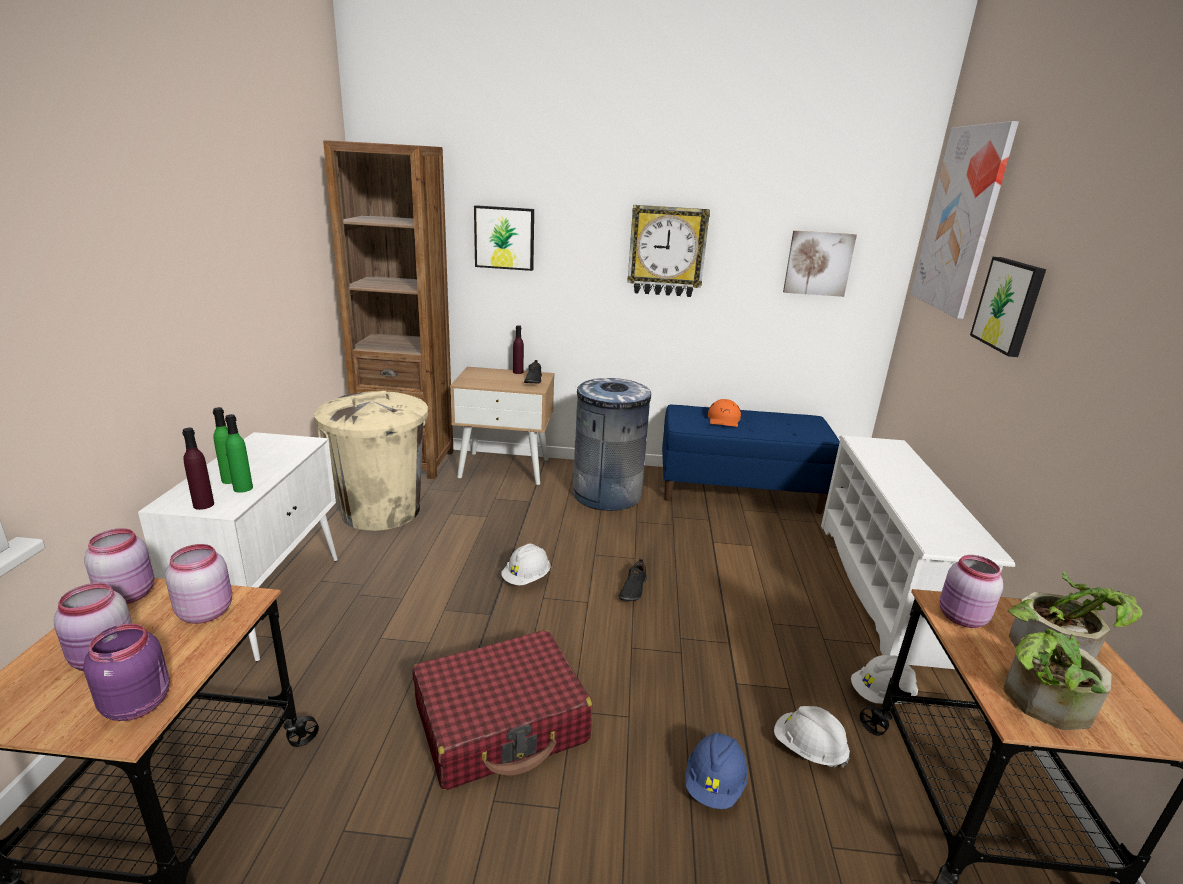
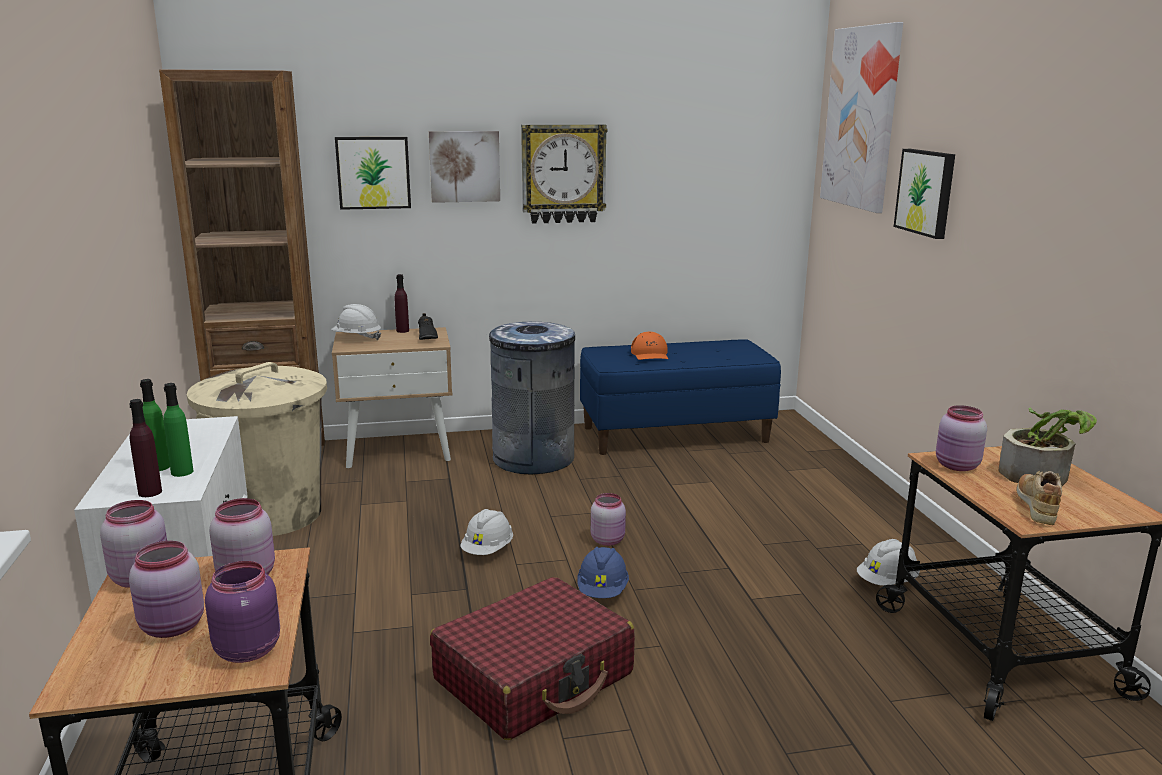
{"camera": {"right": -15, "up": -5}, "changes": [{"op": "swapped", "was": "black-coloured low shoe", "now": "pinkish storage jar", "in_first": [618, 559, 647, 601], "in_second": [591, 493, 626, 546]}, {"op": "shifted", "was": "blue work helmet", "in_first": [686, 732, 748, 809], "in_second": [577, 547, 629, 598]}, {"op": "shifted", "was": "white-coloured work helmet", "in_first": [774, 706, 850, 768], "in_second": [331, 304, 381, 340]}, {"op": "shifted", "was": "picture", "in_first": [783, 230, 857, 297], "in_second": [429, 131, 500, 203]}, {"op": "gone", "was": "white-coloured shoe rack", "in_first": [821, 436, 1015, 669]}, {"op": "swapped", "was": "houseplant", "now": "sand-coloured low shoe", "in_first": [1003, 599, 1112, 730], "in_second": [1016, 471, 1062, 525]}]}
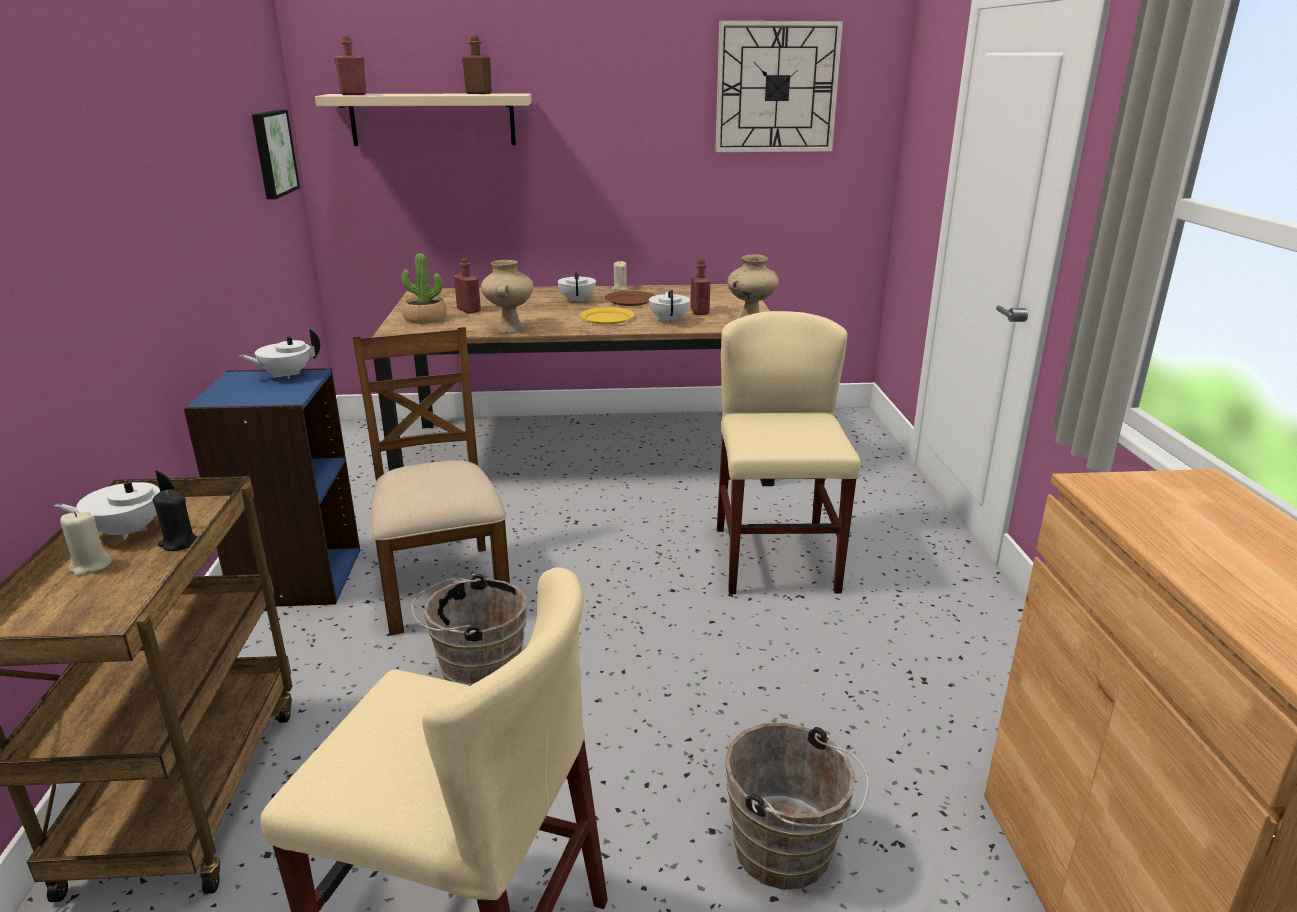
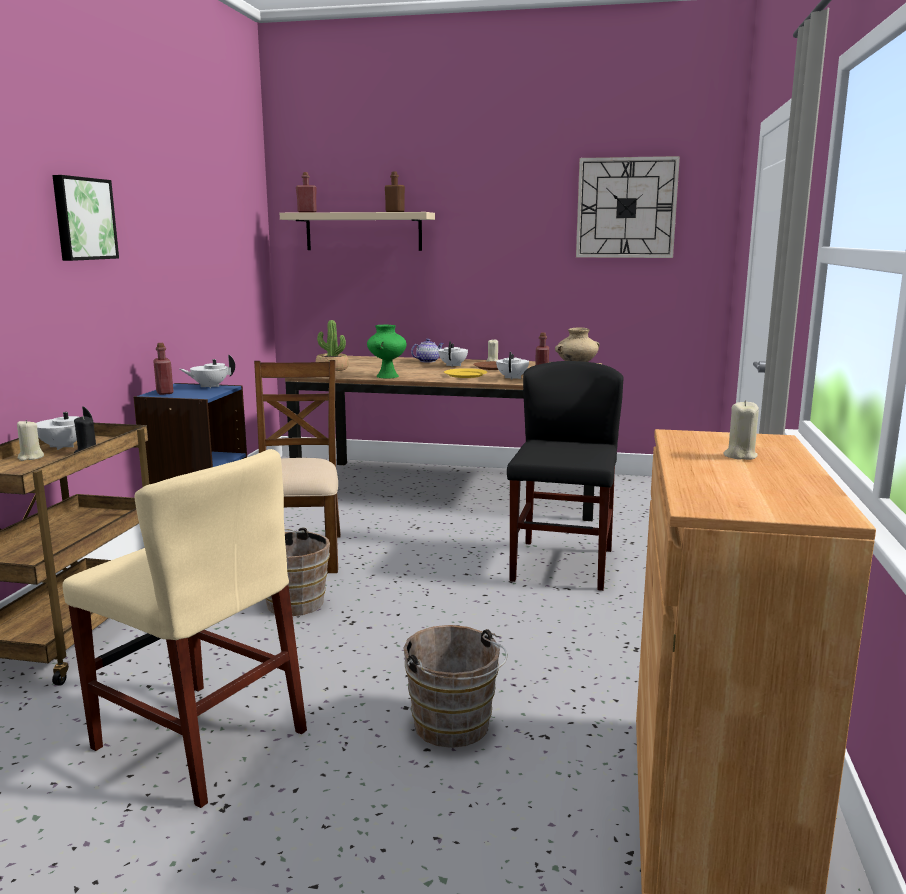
{"camera": {"right": 15, "up": -10}, "changes": [{"op": "shifted", "was": "picture", "in_first": [252, 110, 300, 199], "in_second": [52, 175, 119, 261]}, {"op": "shifted", "was": "reddish bottle", "in_first": [454, 258, 481, 314], "in_second": [153, 343, 174, 395]}, {"op": "repainted", "was": "sand-coloured flower vase", "now": "green-coloured flower vase", "in_first": [481, 260, 534, 333], "in_second": [367, 324, 407, 379]}, {"op": "repainted", "was": "sand-coloured plain chair", "now": "black-coloured plain chair", "in_first": [717, 311, 861, 594], "in_second": [507, 361, 623, 591]}, {"op": "new", "now": "pot for tea", "in_second": [411, 339, 444, 363]}, {"op": "new", "now": "sand-coloured wax candle", "in_second": [724, 400, 759, 460]}]}
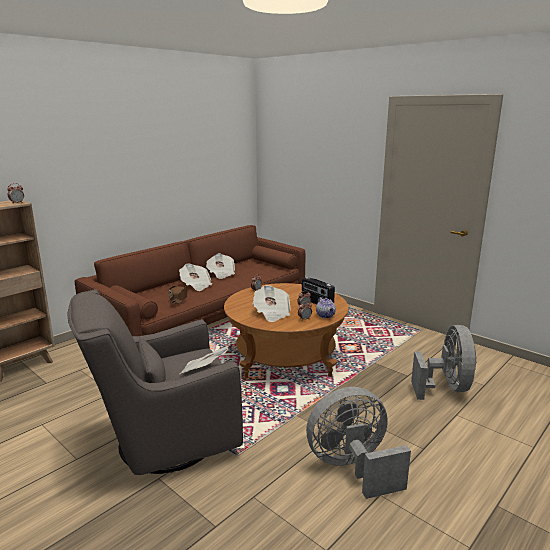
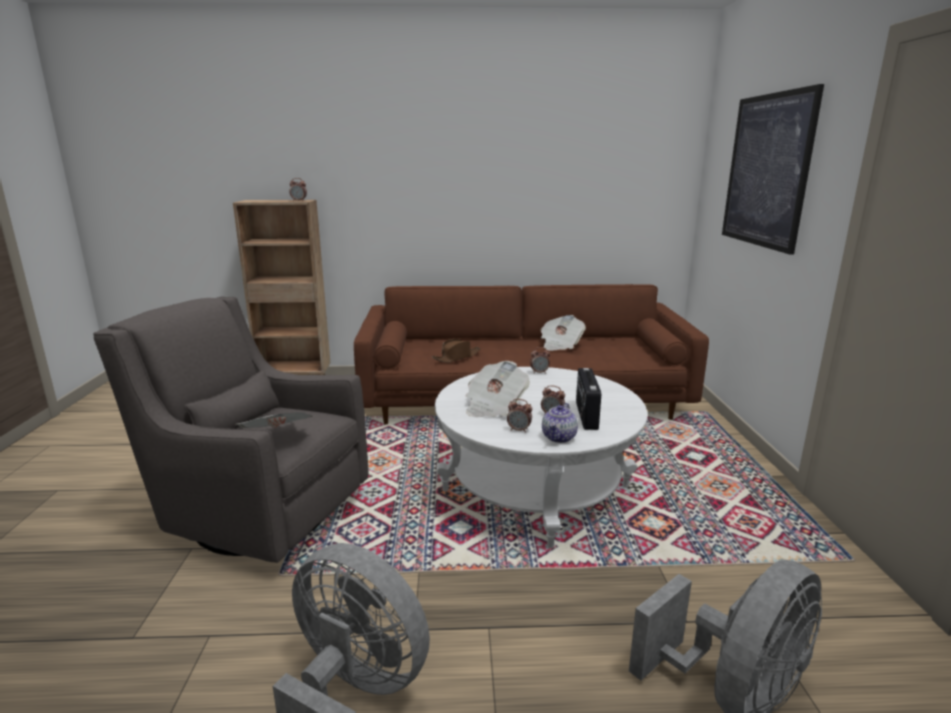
{"camera": {"right": 45, "up": 0}, "changes": [{"op": "gone", "was": "daily paper", "in_first": [179, 264, 212, 291]}, {"op": "repainted", "was": "brownish low table", "now": "white-coloured low table", "in_first": [224, 283, 349, 378], "in_second": [435, 367, 648, 548]}, {"op": "new", "now": "picture", "in_second": [722, 84, 824, 255]}]}
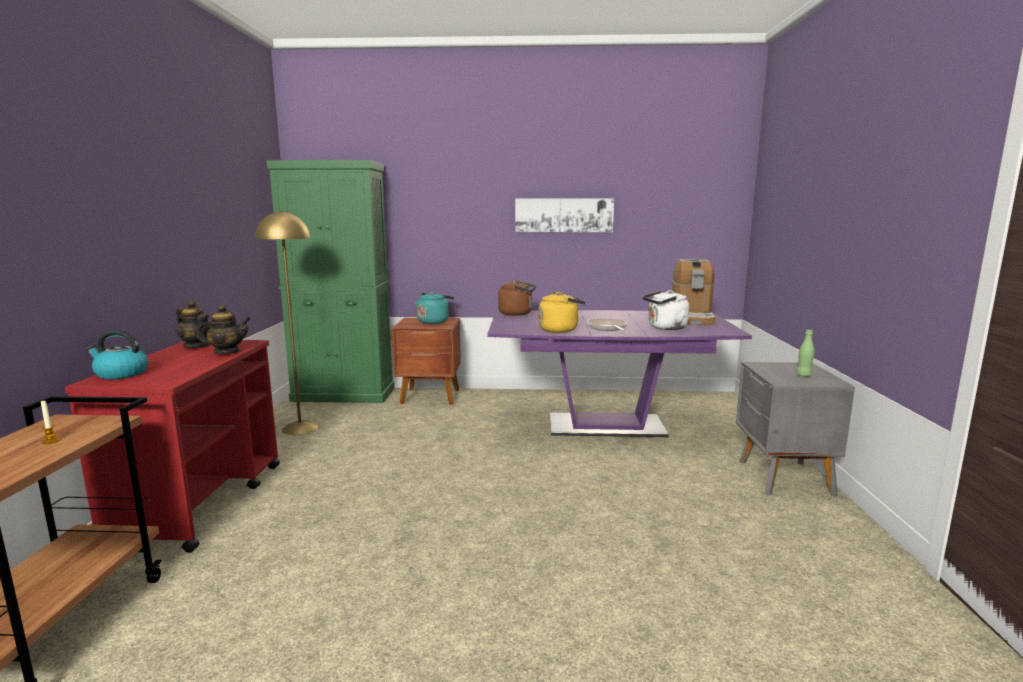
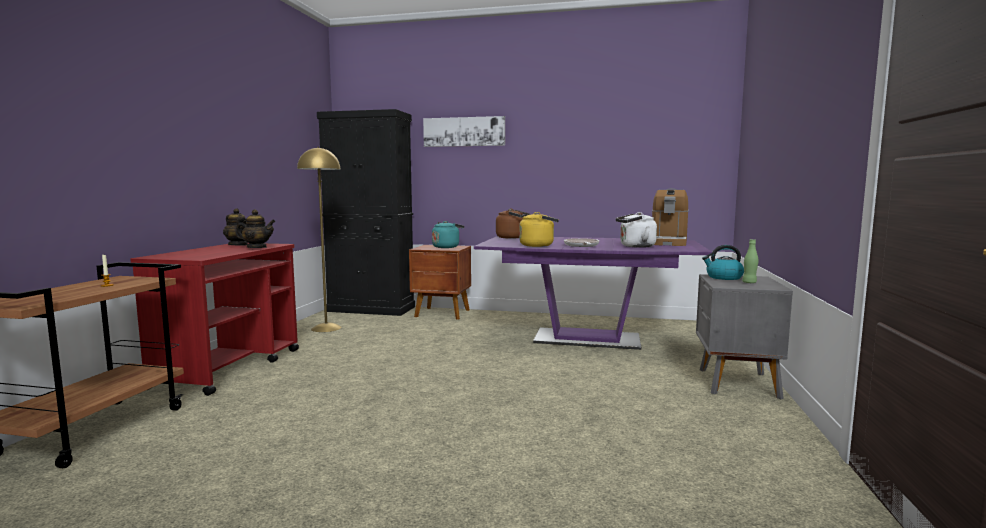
{"camera": {"right": 10, "up": -5}, "changes": [{"op": "shifted", "was": "tea kettle", "in_first": [86, 330, 149, 379], "in_second": [702, 245, 744, 280]}, {"op": "repainted", "was": "green-coloured cupboard", "now": "black-coloured cupboard", "in_first": [266, 160, 394, 403], "in_second": [317, 109, 415, 316]}, {"op": "shifted", "was": "picture", "in_first": [515, 199, 614, 232], "in_second": [423, 116, 505, 147]}]}
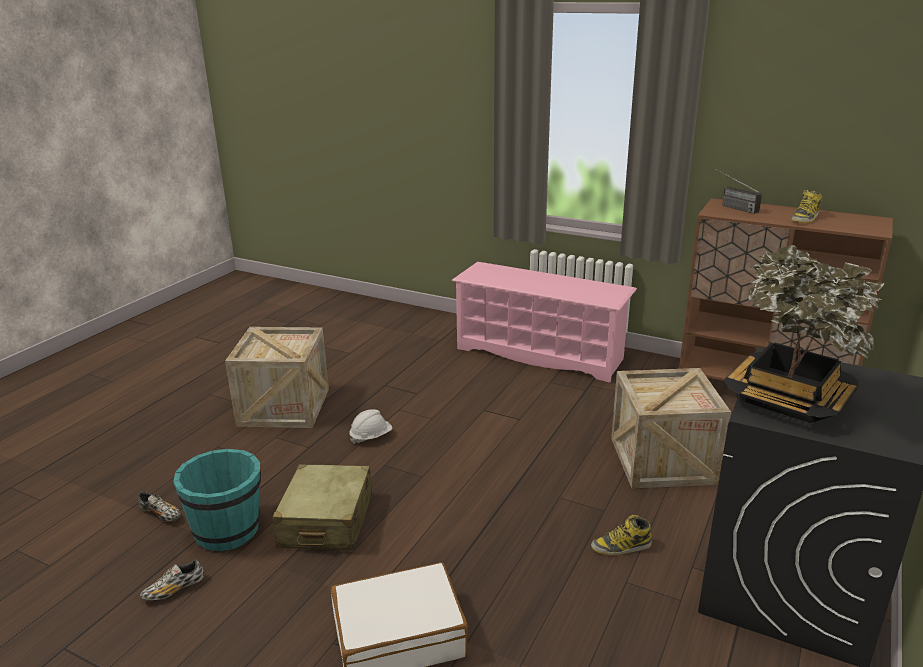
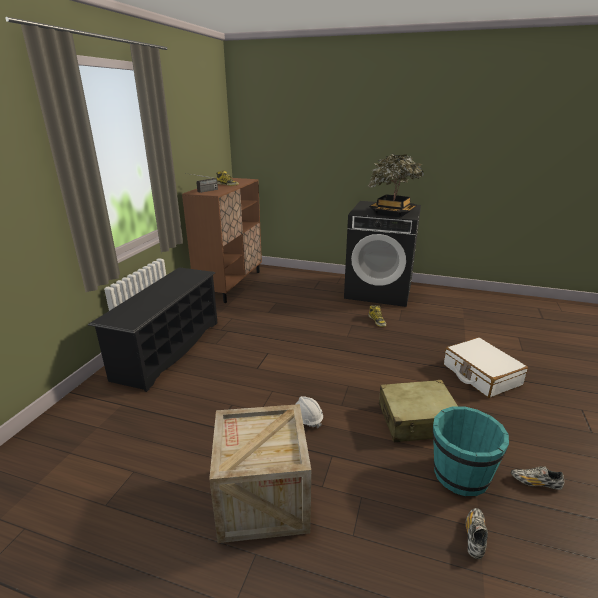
{"camera": {"right": -100, "up": 0}, "changes": [{"op": "rotated", "was": "low shoe", "in_first": [140, 559, 204, 600], "in_second": [511, 466, 564, 490], "clockwise": 150}, {"op": "repainted", "was": "pinkish shoe rack", "now": "black-coloured shoe rack", "in_first": [452, 262, 637, 383], "in_second": [88, 267, 217, 392]}, {"op": "gone", "was": "crate", "in_first": [611, 368, 731, 488]}]}
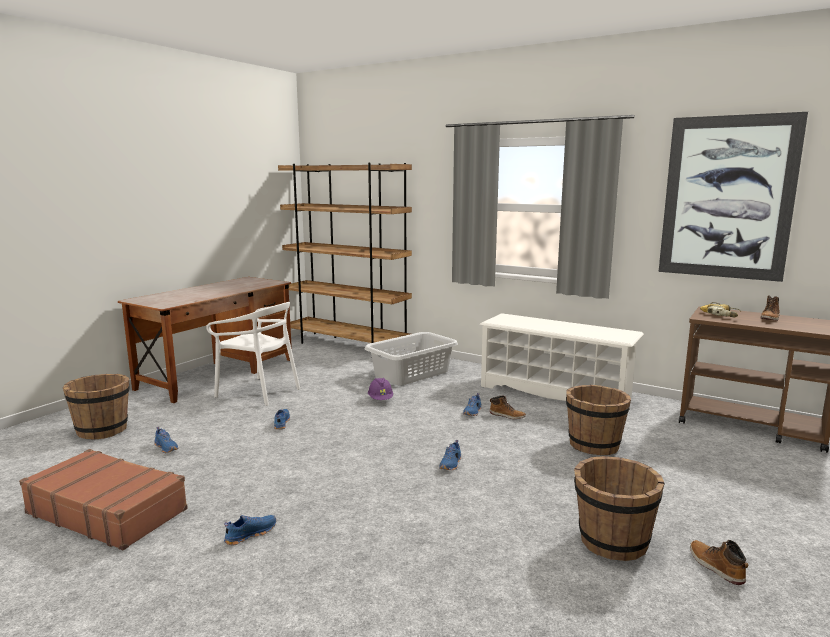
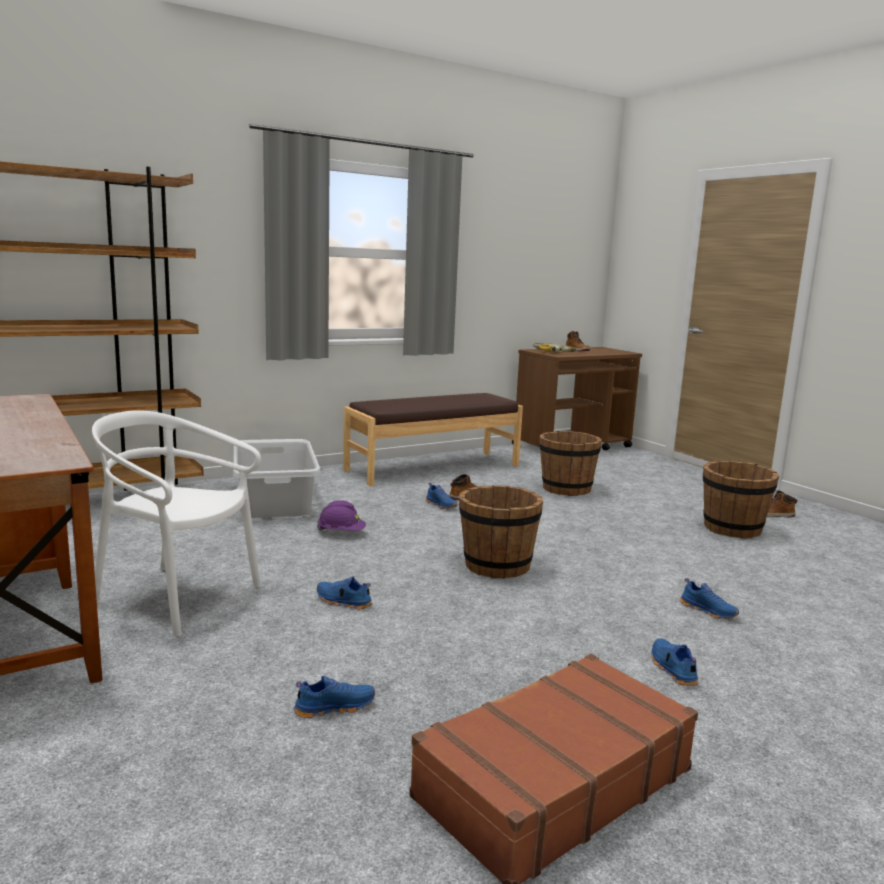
{"camera": {"right": -65, "up": 0}, "changes": [{"op": "shifted", "was": "brownish water bucket", "in_first": [63, 374, 130, 440], "in_second": [459, 485, 543, 578]}, {"op": "rotated", "was": "white-coloured plain chair", "in_first": [206, 302, 300, 406], "in_second": [92, 410, 261, 637], "clockwise": -120}, {"op": "shifted", "was": "blue low shoe", "in_first": [439, 440, 461, 470], "in_second": [680, 578, 739, 619]}, {"op": "swapped", "was": "white-coloured shoe rack", "now": "brownish indoor bench", "in_first": [479, 313, 644, 401], "in_second": [343, 393, 523, 487]}, {"op": "gone", "was": "picture", "in_first": [659, 112, 808, 282]}]}
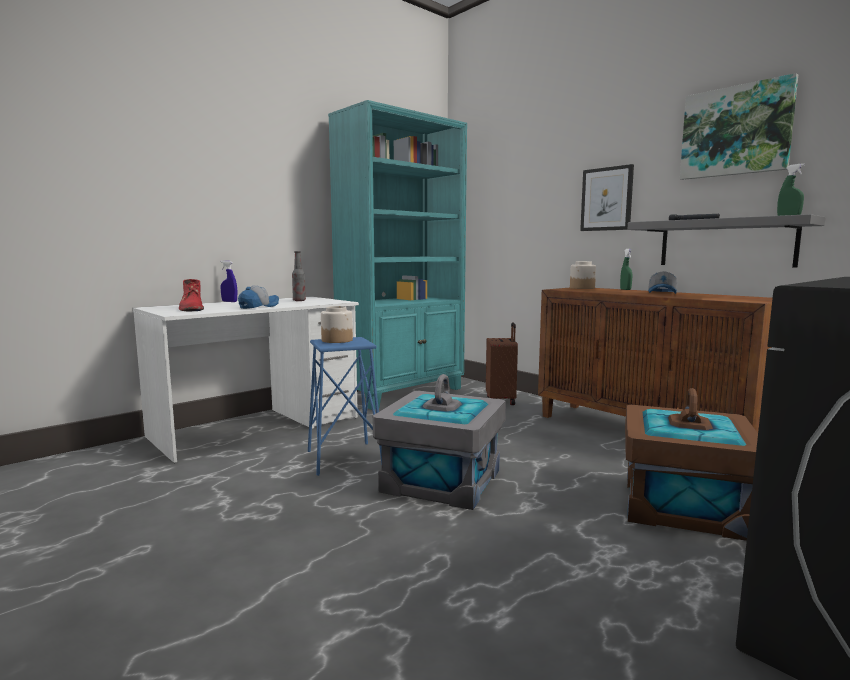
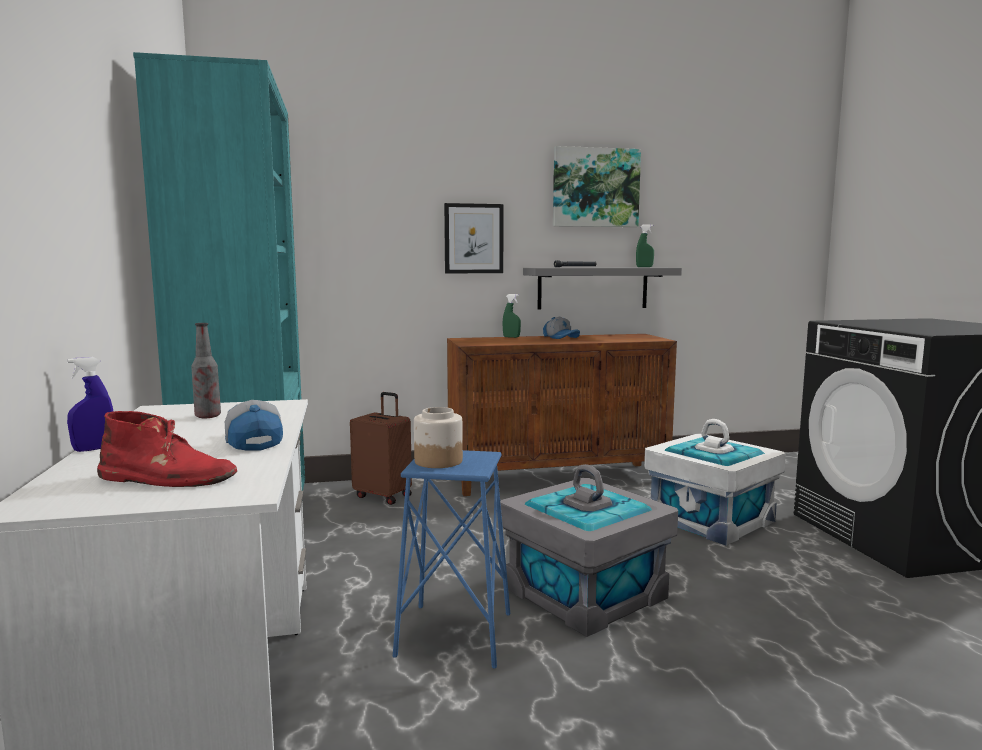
{"camera": {"right": -60, "up": 0}, "changes": [{"op": "gone", "was": "storage jar", "in_first": [570, 261, 596, 289]}, {"op": "repainted", "was": "brownish storage container", "now": "white-coloured storage container", "in_first": [625, 388, 758, 541], "in_second": [644, 419, 786, 546]}]}
